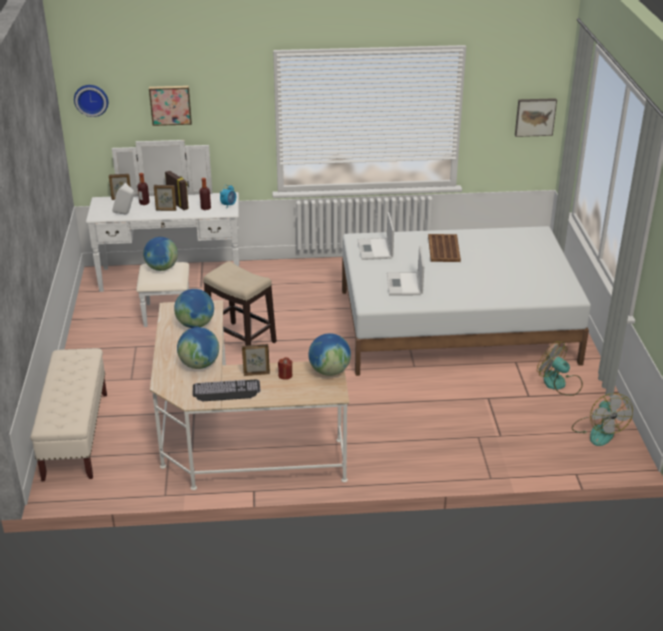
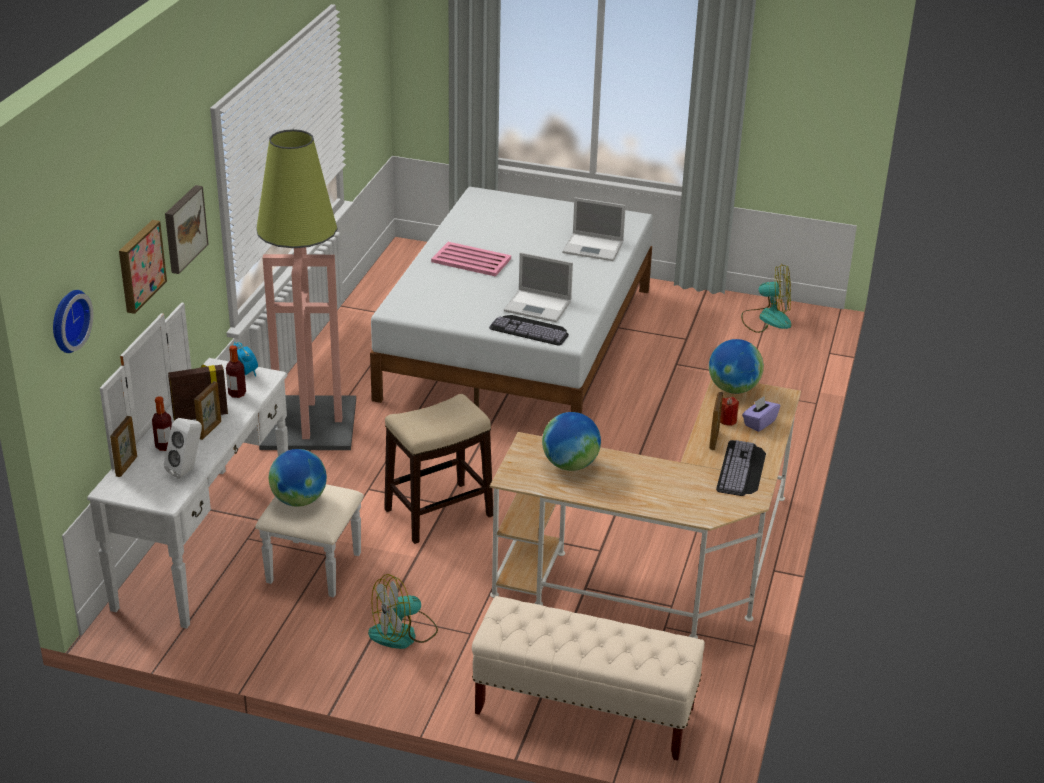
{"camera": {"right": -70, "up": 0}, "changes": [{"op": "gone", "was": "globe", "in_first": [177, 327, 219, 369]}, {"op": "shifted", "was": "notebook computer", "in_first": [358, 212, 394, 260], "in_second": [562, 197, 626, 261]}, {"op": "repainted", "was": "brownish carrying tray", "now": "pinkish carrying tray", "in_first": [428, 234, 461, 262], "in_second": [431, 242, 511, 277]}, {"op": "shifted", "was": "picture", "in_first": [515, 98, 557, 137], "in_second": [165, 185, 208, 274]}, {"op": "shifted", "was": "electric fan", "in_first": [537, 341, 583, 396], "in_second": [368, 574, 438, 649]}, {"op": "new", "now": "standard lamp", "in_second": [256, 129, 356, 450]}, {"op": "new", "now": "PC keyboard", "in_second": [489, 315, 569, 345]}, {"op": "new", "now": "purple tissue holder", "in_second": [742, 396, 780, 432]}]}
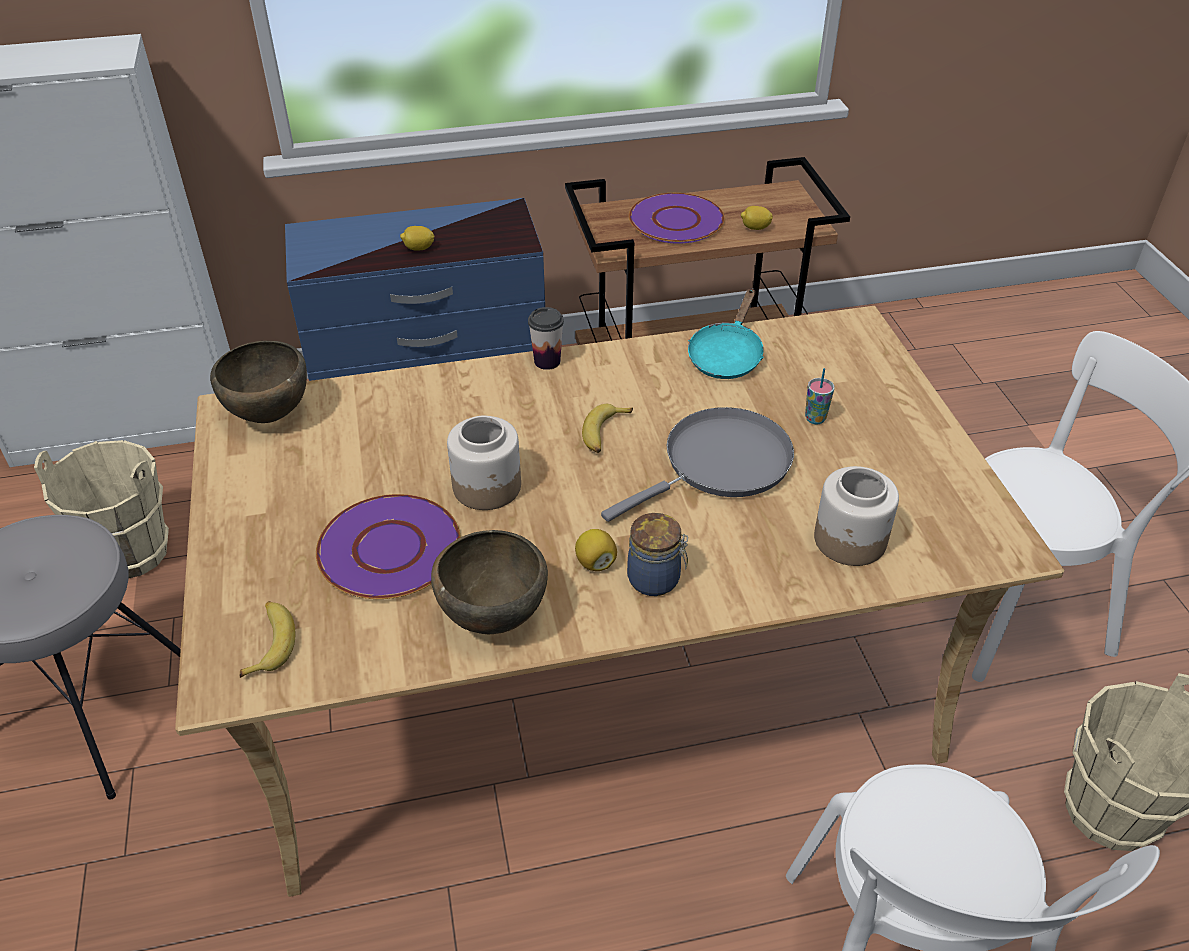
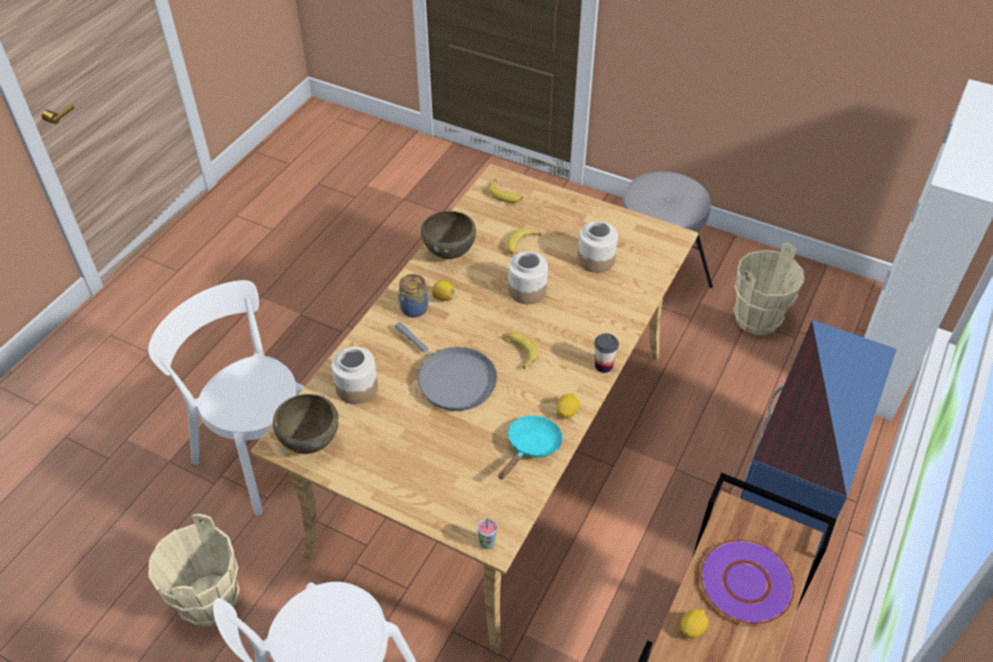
{"camera": {"right": 130, "up": 5}, "changes": [{"op": "shifted", "was": "brownish deep dish", "in_first": [210, 341, 307, 423], "in_second": [273, 394, 339, 454]}, {"op": "swapped", "was": "purple dinner plate", "now": "whole banana", "in_first": [316, 494, 461, 599], "in_second": [507, 228, 542, 255]}, {"op": "shifted", "was": "citrus fruit", "in_first": [400, 226, 435, 251], "in_second": [556, 393, 579, 418]}, {"op": "rotated", "was": "gray skillet", "in_first": [601, 407, 794, 522], "in_second": [395, 322, 497, 411], "clockwise": -45}, {"op": "rotated", "was": "turquoise skillet", "in_first": [688, 288, 764, 379], "in_second": [498, 415, 563, 480], "clockwise": 60}, {"op": "shifted", "was": "cup", "in_first": [805, 368, 835, 424], "in_second": [477, 518, 497, 549]}, {"op": "new", "now": "storage jar", "in_second": [577, 221, 618, 273]}]}
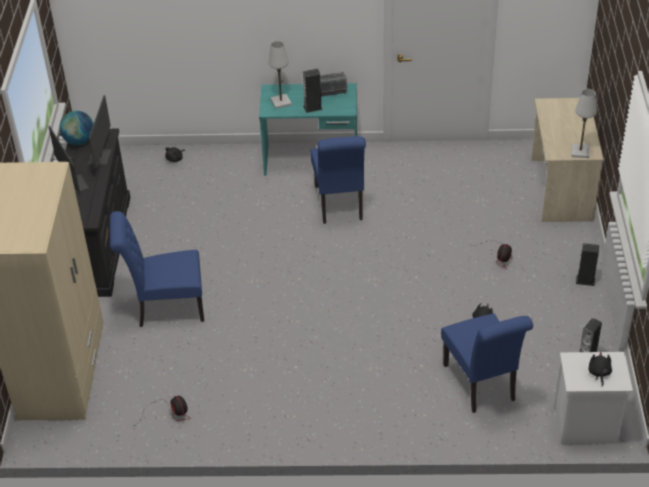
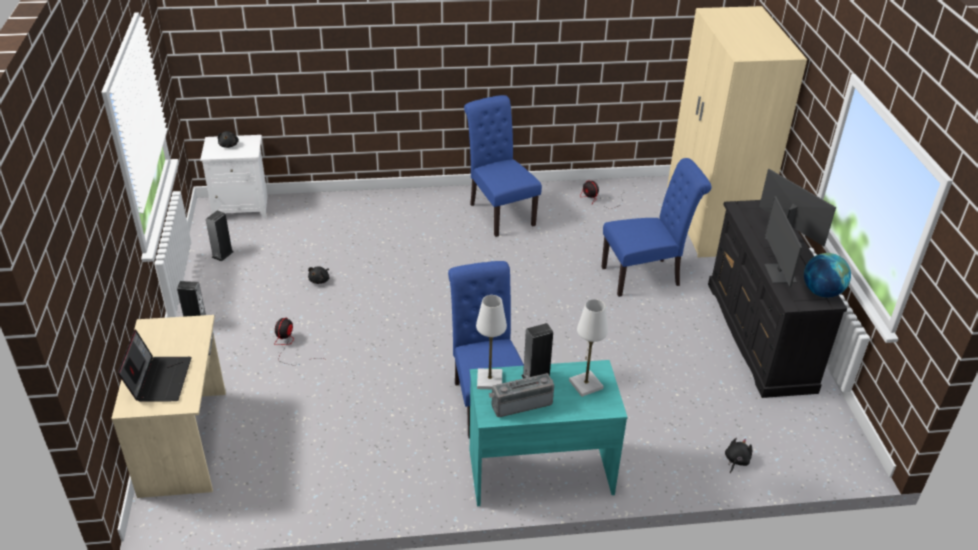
{"camera": {"right": 170, "up": -5}, "changes": [{"op": "shifted", "was": "blue plain chair", "in_first": [441, 313, 533, 413], "in_second": [464, 95, 542, 237]}, {"op": "shifted", "was": "white-coloured tabletop lamp", "in_first": [571, 89, 597, 158], "in_second": [476, 295, 507, 389]}, {"op": "new", "now": "notebook computer", "in_second": [118, 329, 192, 402]}]}
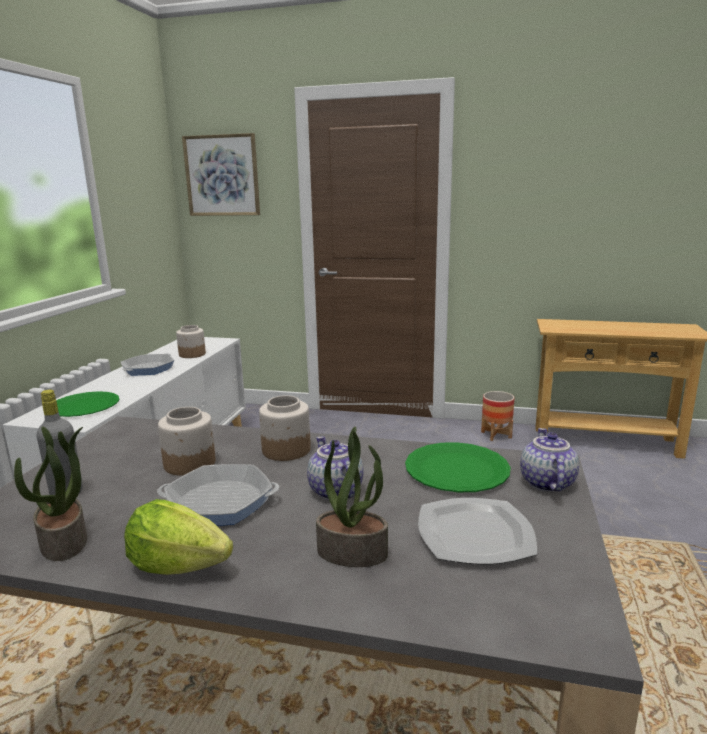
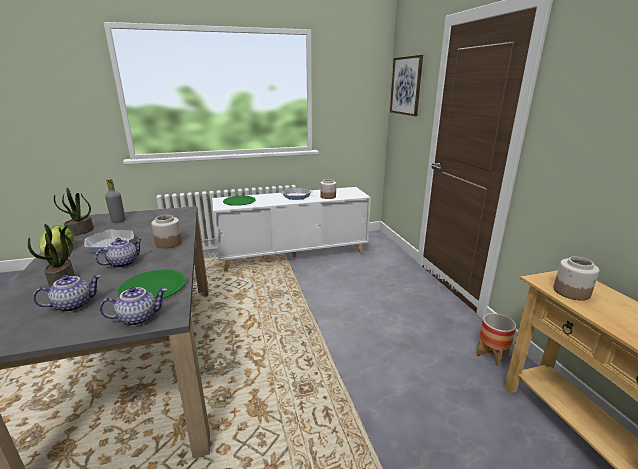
{"camera": {"right": 60, "up": 5}, "changes": [{"op": "shifted", "was": "storage jar", "in_first": [158, 407, 215, 476], "in_second": [553, 257, 599, 301]}, {"op": "swapped", "was": "dinner plate", "now": "pot for tea", "in_first": [418, 498, 537, 564], "in_second": [33, 275, 101, 312]}]}
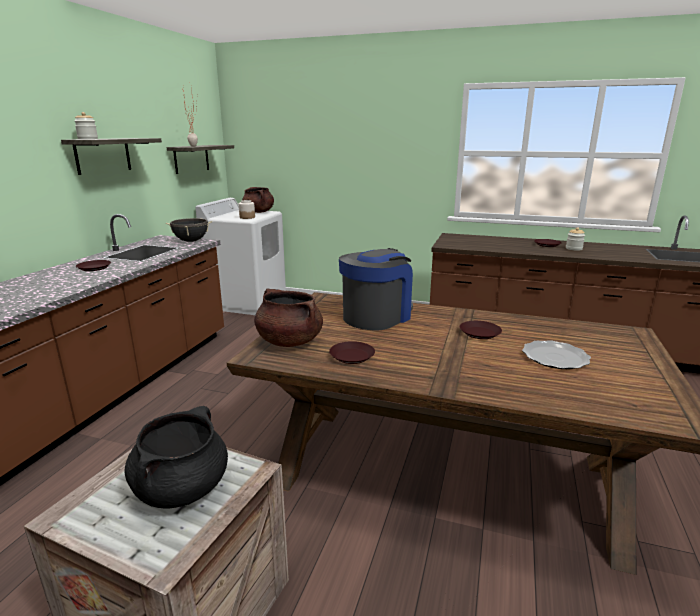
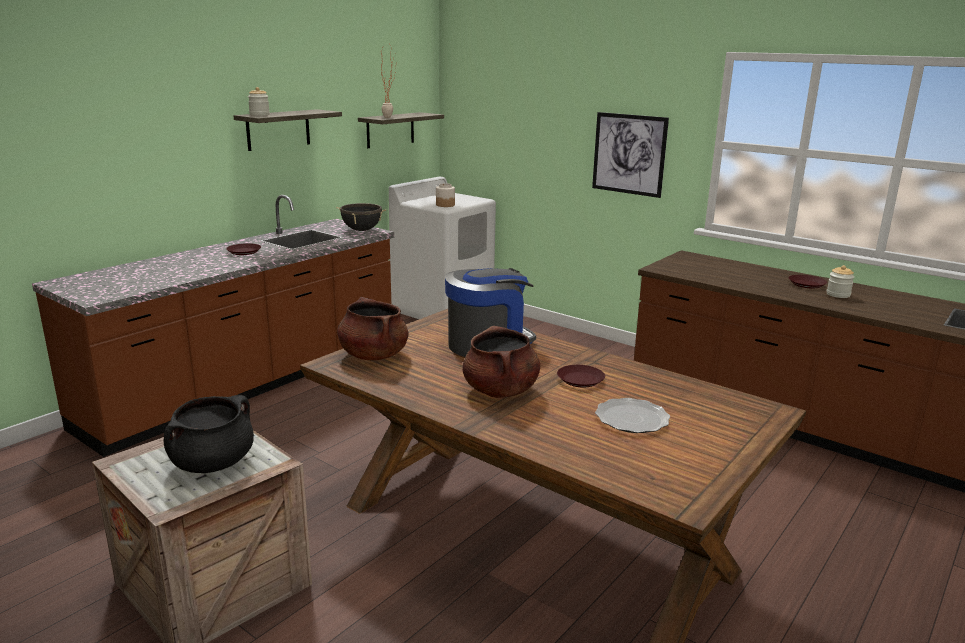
{"camera": {"right": 20, "up": 0}, "changes": [{"op": "shifted", "was": "brownish saucepot", "in_first": [242, 187, 274, 213], "in_second": [462, 326, 540, 398]}, {"op": "gone", "was": "brownish dinner plate", "in_first": [329, 341, 375, 364]}, {"op": "new", "now": "picture", "in_second": [592, 112, 669, 198]}]}
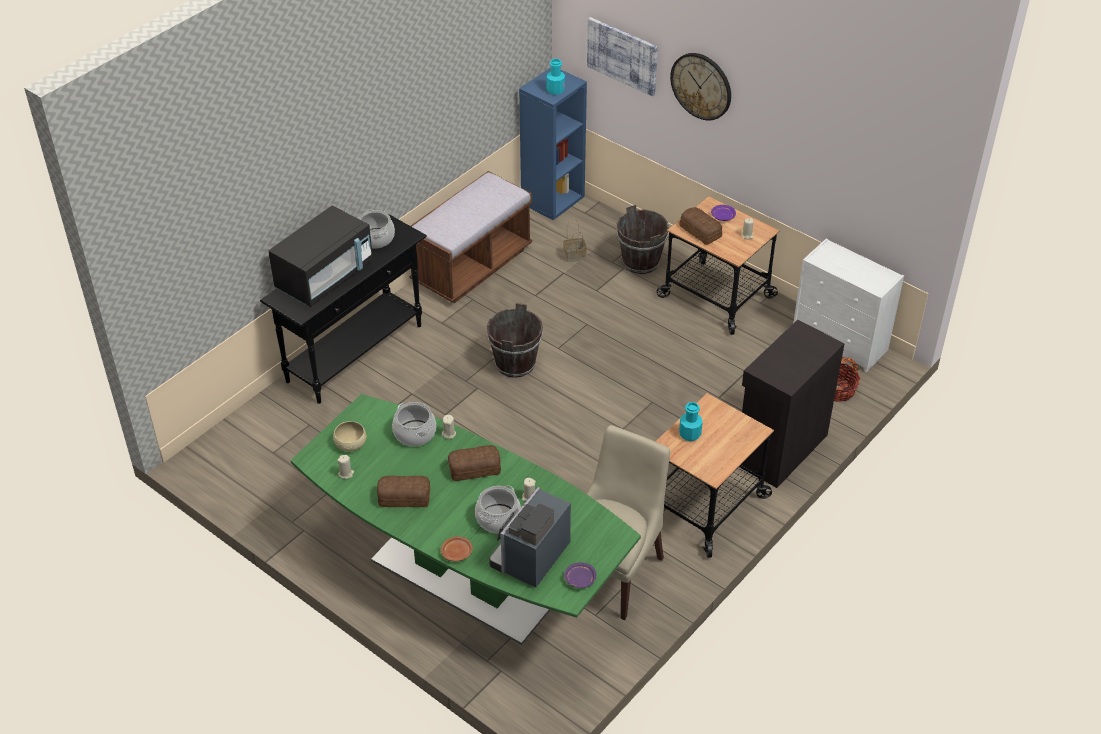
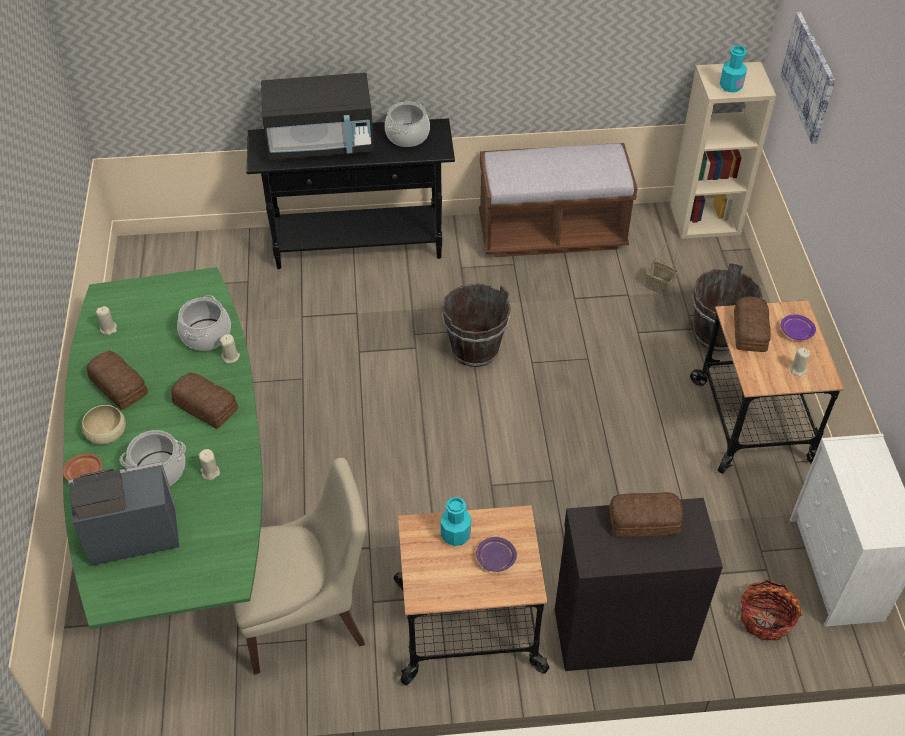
{"camera": {"right": 45, "up": 5}, "changes": [{"op": "shifted", "was": "sand-coloured deep dish", "in_first": [333, 421, 366, 451], "in_second": [82, 405, 126, 445]}, {"op": "repainted", "was": "blue shelving unit", "now": "sand-coloured shelving unit", "in_first": [519, 67, 587, 220], "in_second": [670, 62, 776, 239]}, {"op": "shifted", "was": "purple dinner plate", "in_first": [564, 562, 596, 588], "in_second": [476, 537, 517, 572]}, {"op": "gone", "was": "wall clock", "in_first": [670, 53, 731, 120]}, {"op": "new", "now": "baked bread", "in_second": [609, 492, 683, 537]}]}
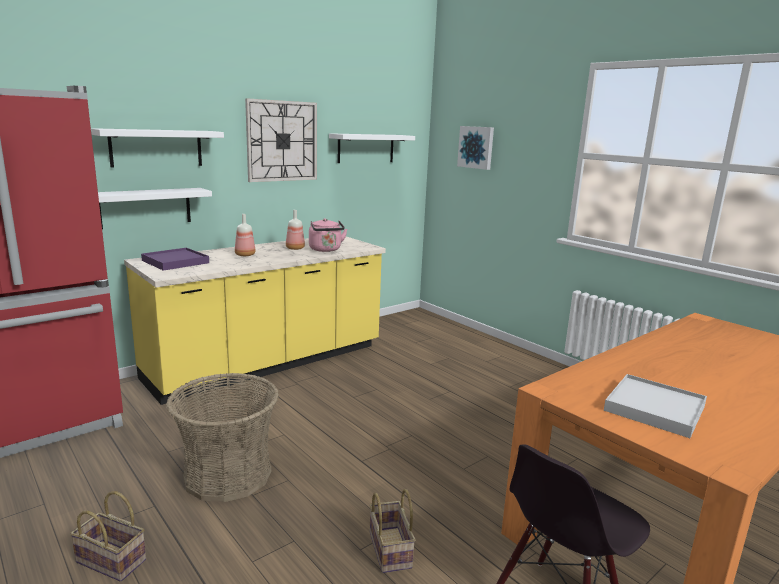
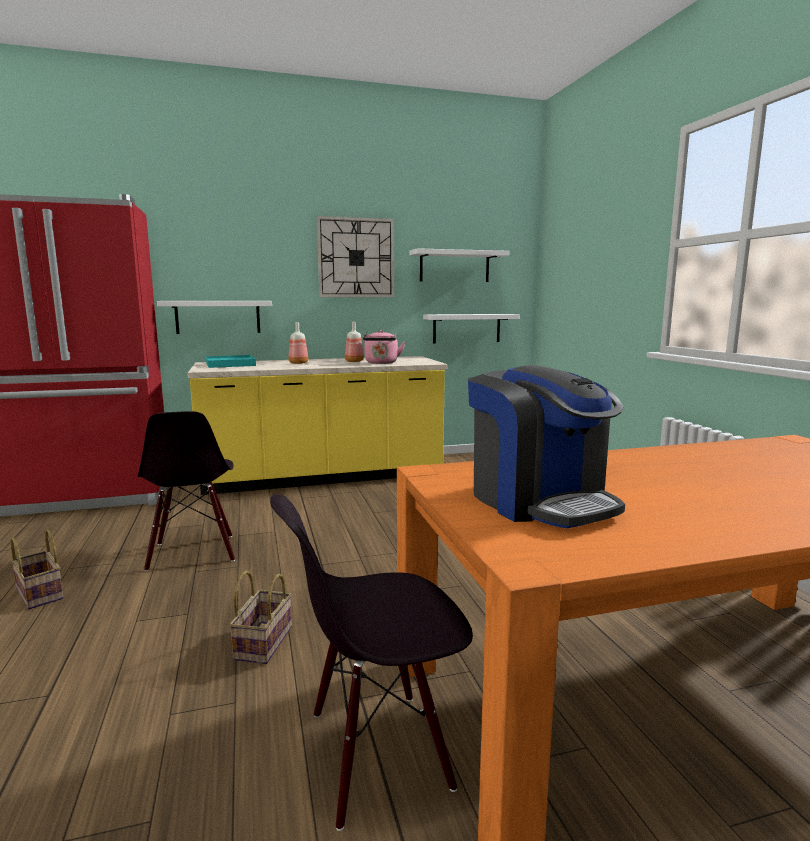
{"camera": {"right": 25, "up": -5}, "changes": [{"op": "shifted", "was": "white-coloured wall shelf", "in_first": [91, 128, 224, 167], "in_second": [423, 314, 520, 343]}, {"op": "repainted", "was": "purple carrying tray", "now": "turquoise carrying tray", "in_first": [141, 248, 209, 271], "in_second": [206, 355, 256, 368]}, {"op": "swapped", "was": "household basket", "now": "black-coloured plain chair", "in_first": [166, 373, 279, 502], "in_second": [138, 411, 235, 571]}, {"op": "gone", "was": "picture", "in_first": [457, 126, 494, 170]}, {"op": "swapped", "was": "white-coloured carrying tray", "now": "coffee brewer", "in_first": [604, 374, 707, 438], "in_second": [468, 365, 625, 528]}]}
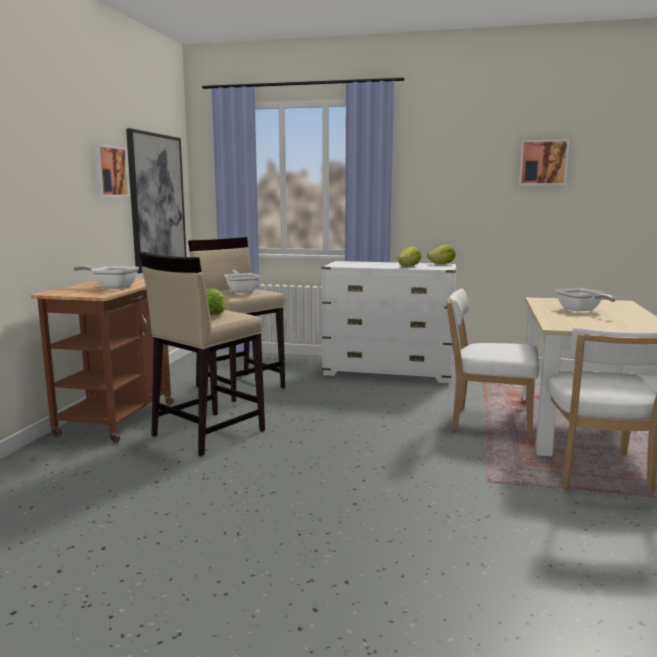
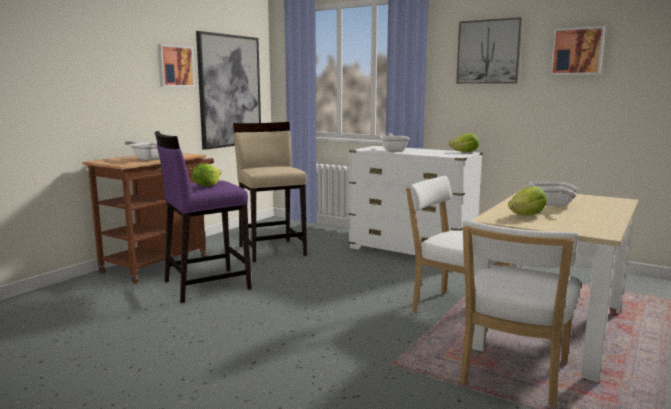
{"camera": {"right": 20, "up": 0}, "changes": [{"op": "repainted", "was": "sand-coloured sitting stool", "now": "purple sitting stool", "in_first": [139, 252, 265, 456], "in_second": [155, 131, 251, 303]}, {"op": "shifted", "was": "skillet", "in_first": [224, 270, 260, 293], "in_second": [380, 133, 409, 152]}, {"op": "shifted", "was": "head of lettuce", "in_first": [398, 246, 421, 267], "in_second": [508, 186, 547, 215]}, {"op": "new", "now": "picture", "in_second": [456, 17, 523, 84]}]}
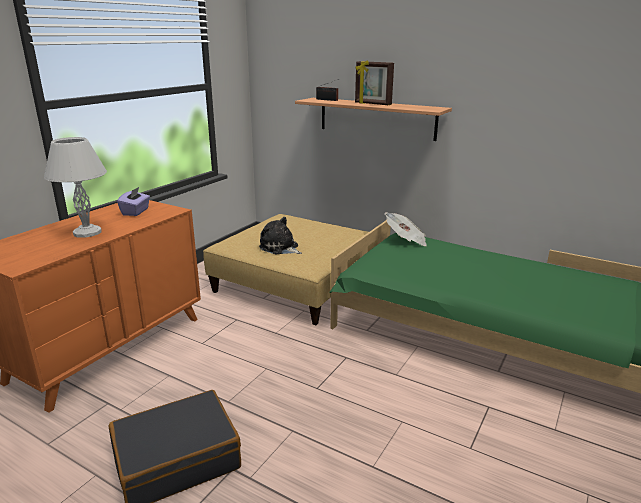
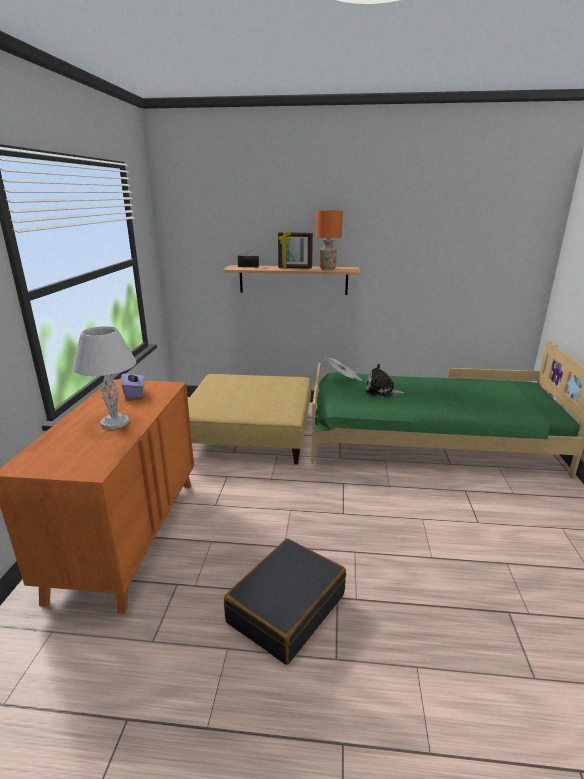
{"camera": {"right": -25, "up": 0}, "changes": [{"op": "shifted", "was": "plush toy", "in_first": [259, 217, 302, 254], "in_second": [366, 364, 406, 398]}, {"op": "new", "now": "orangey tabletop lamp", "in_second": [316, 210, 343, 270]}]}
